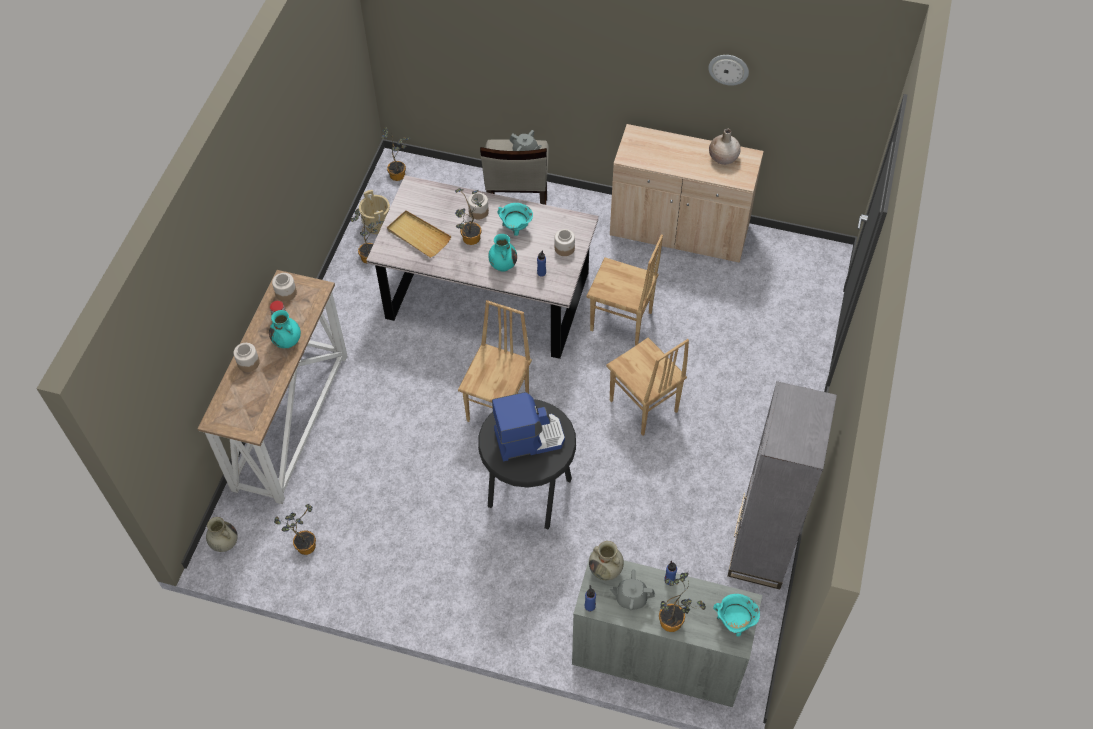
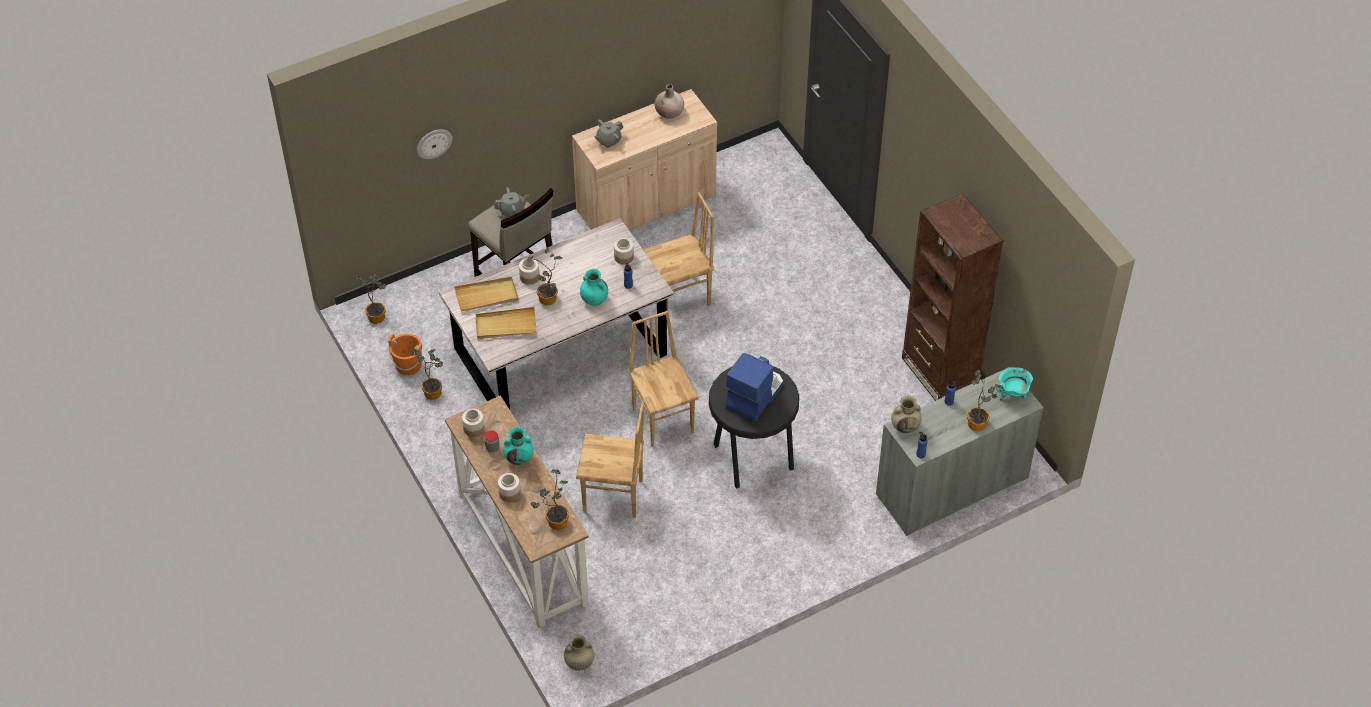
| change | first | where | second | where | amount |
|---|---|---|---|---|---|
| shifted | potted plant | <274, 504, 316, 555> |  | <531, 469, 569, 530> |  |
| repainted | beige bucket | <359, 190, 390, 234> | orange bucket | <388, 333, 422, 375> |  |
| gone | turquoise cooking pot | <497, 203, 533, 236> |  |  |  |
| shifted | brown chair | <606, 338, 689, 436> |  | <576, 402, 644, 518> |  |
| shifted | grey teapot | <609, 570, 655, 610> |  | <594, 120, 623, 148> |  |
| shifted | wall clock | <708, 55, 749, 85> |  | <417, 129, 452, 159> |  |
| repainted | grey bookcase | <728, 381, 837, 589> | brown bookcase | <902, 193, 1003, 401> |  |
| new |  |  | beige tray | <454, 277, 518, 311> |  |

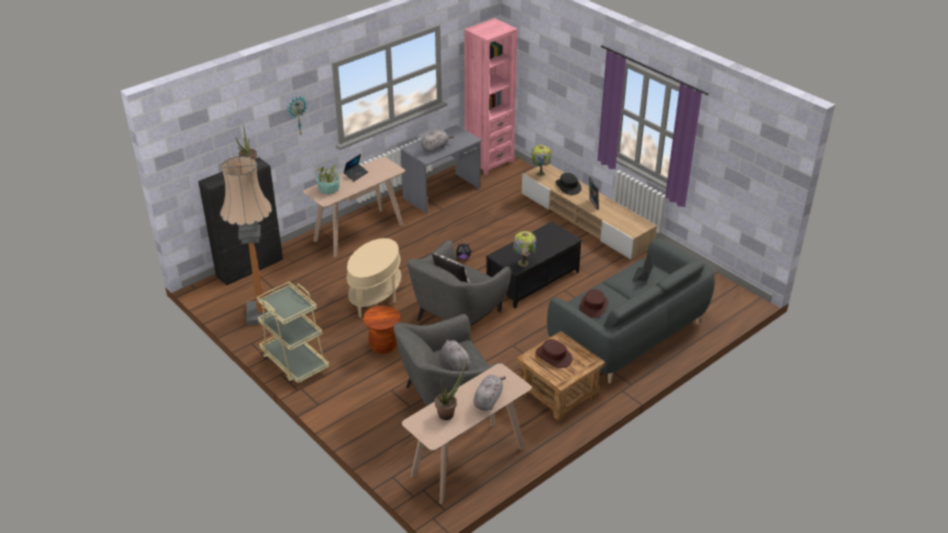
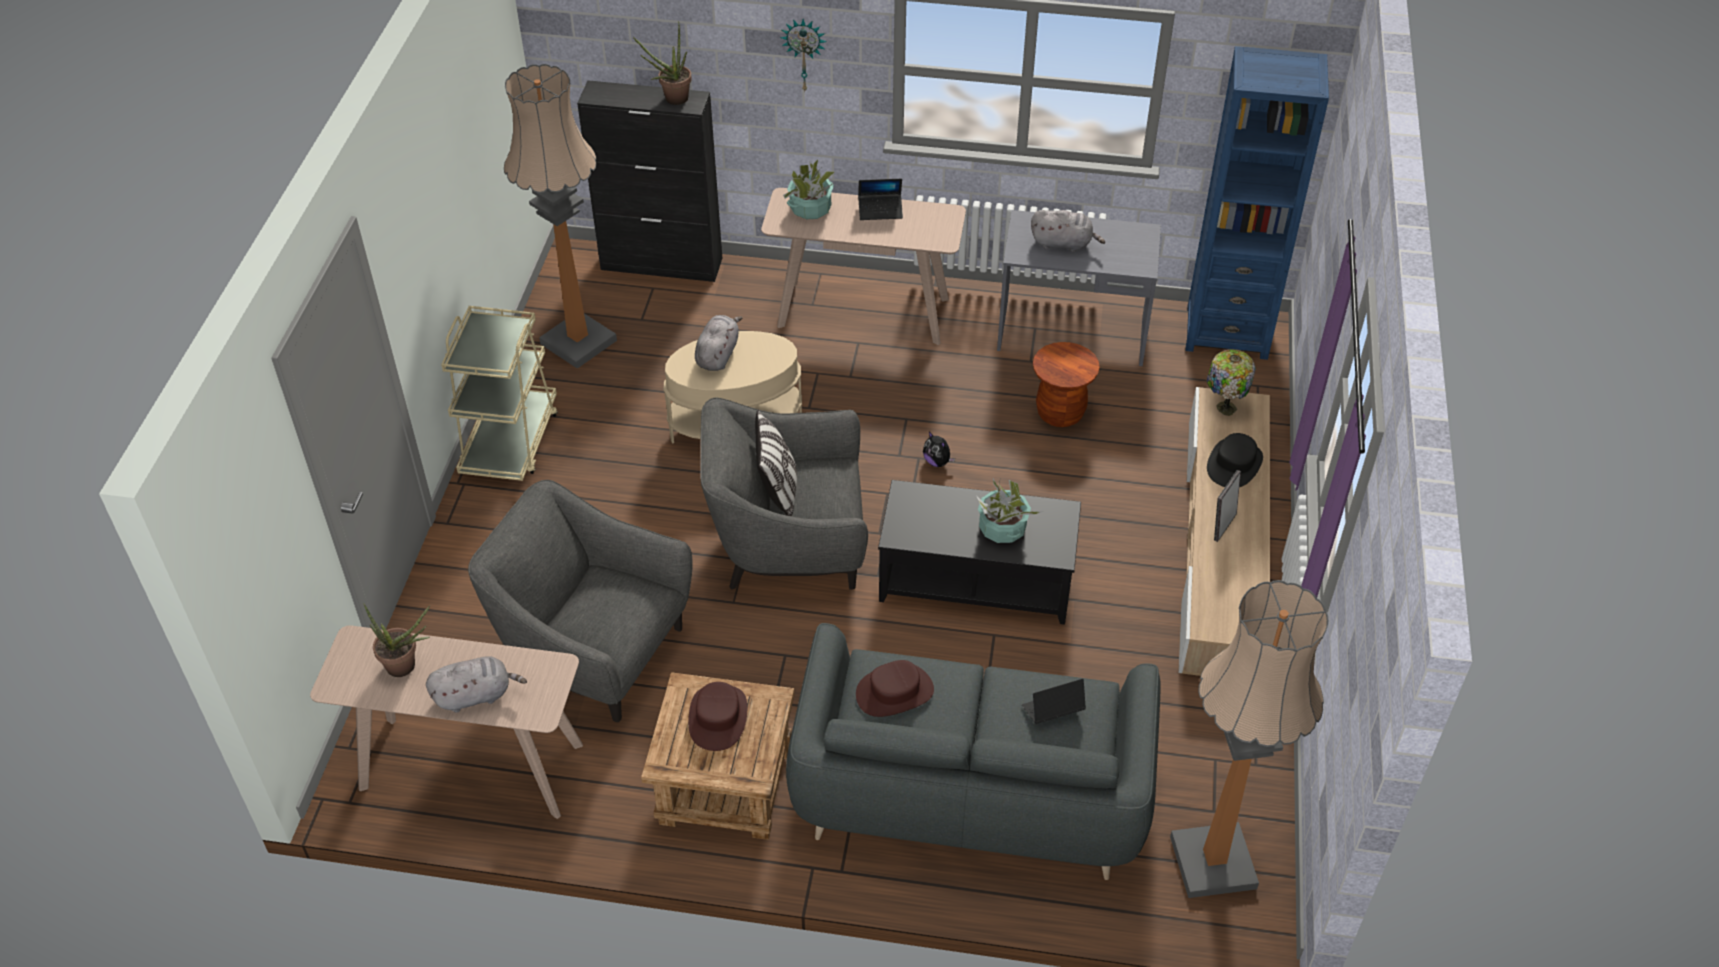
| change | first | where | second | where | amount |
|---|---|---|---|---|---|
| shifted | brown stool | <363, 305, 400, 354> |  | <1033, 342, 1100, 427> |  |
| shifted | grey plush toy | <441, 340, 473, 371> |  | <695, 315, 742, 371> |  |
| repainted | pink bookcase | <464, 18, 518, 175> | blue bookcase | <1185, 46, 1329, 360> |  |
| gone | table lamp | <513, 231, 536, 266> |  |  |  |
| new |  |  | potted plant | <977, 479, 1044, 543> |  |
| new |  |  | floor lamp | <1170, 580, 1328, 898> |  |

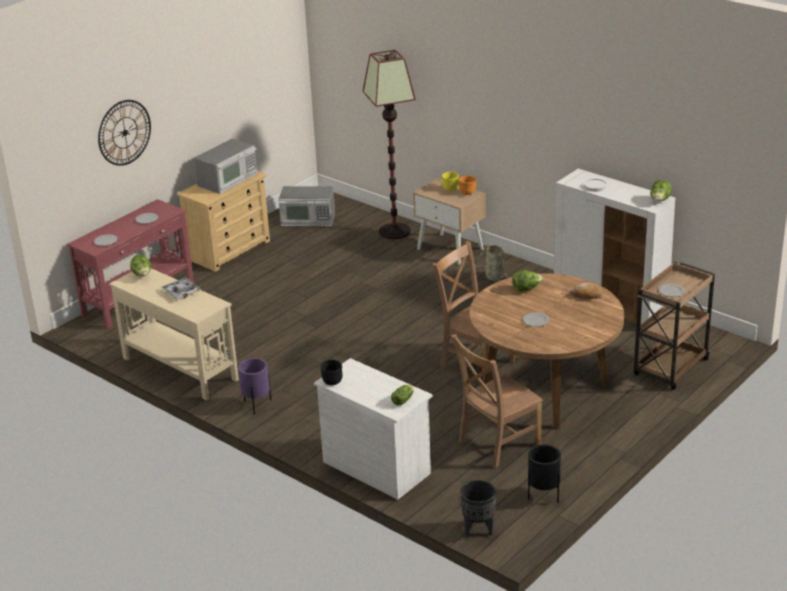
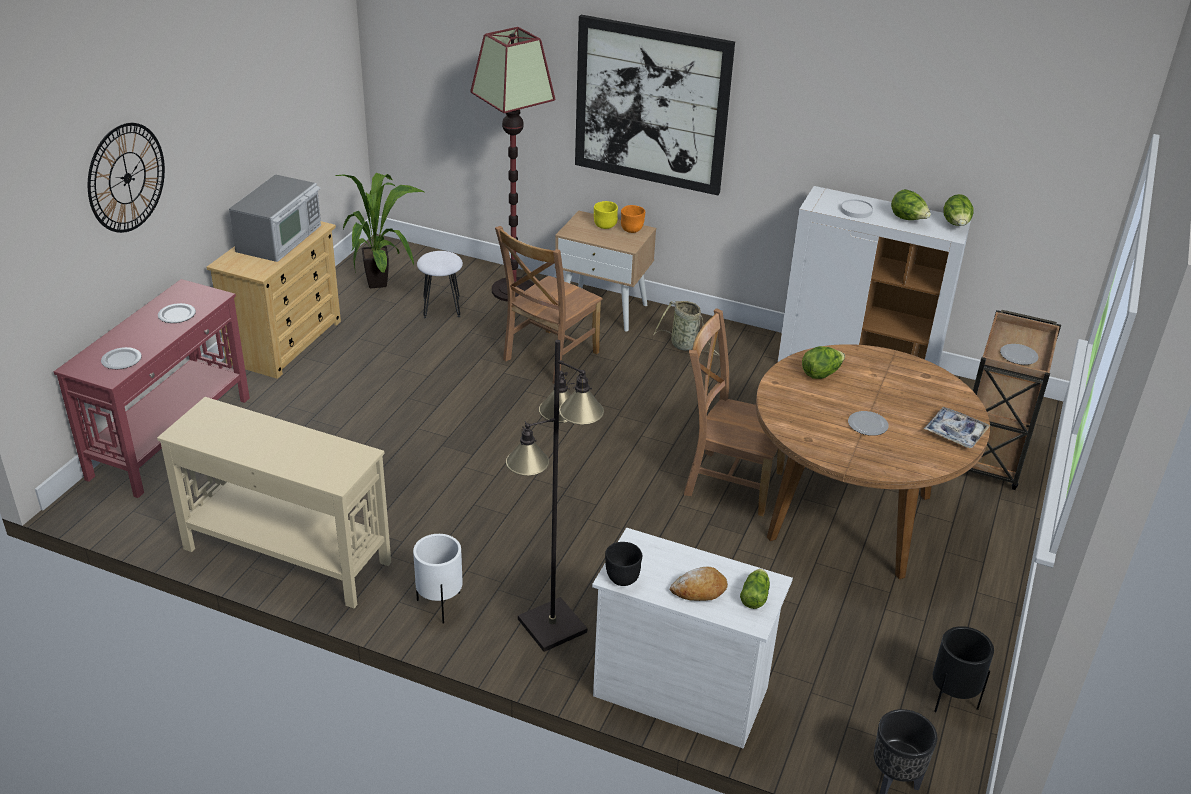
| change | first | where | second | where | amount |
|---|---|---|---|---|---|
| shifted | lettuce | <130, 254, 151, 277> |  | <891, 189, 931, 220> |  |
| shifted | tray | <161, 278, 202, 299> |  | <924, 407, 991, 448> |  |
| repainted | purple planter | <238, 358, 271, 415> | white planter | <413, 534, 463, 624> |  |
| swapped | microwave | <279, 186, 335, 226> | potted plant | <335, 173, 424, 288> |  |
| shifted | brown chair | <451, 334, 543, 468> |  | <495, 226, 603, 384> |  |
| shifted | bread | <570, 283, 603, 299> |  | <670, 566, 728, 601> |  |
| new |  |  | white stool | <417, 251, 463, 318> |  |
| new |  |  | black floor lamp | <506, 340, 604, 652> |  |
| new |  |  | picture | <575, 15, 735, 195> |  |

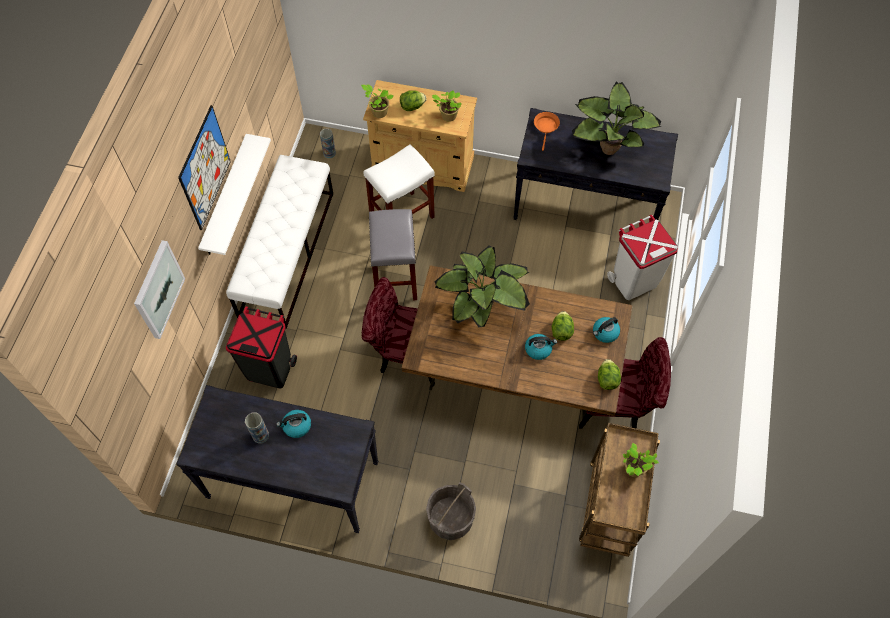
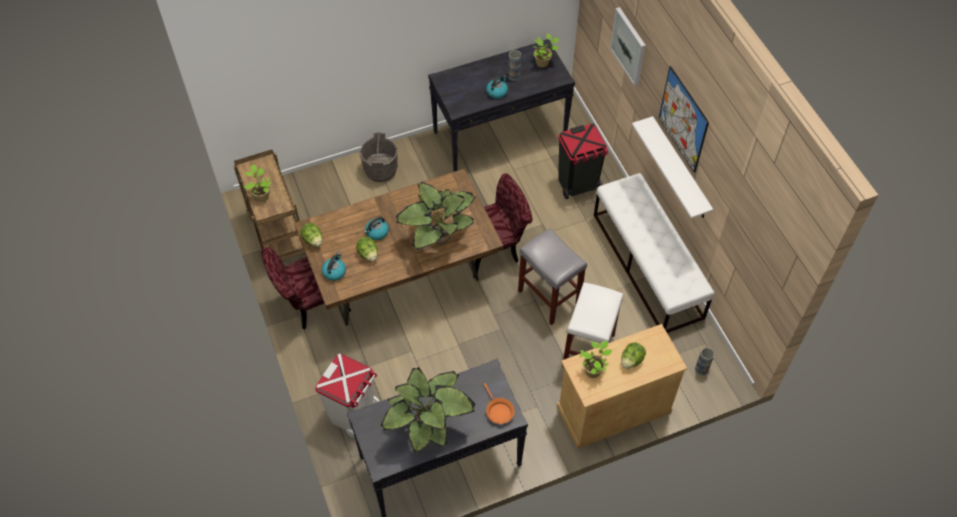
| change | first | where | second | where | amount |
|---|---|---|---|---|---|
| shifted | potted plant | <361, 84, 393, 118> |  | <533, 33, 559, 67> |  |

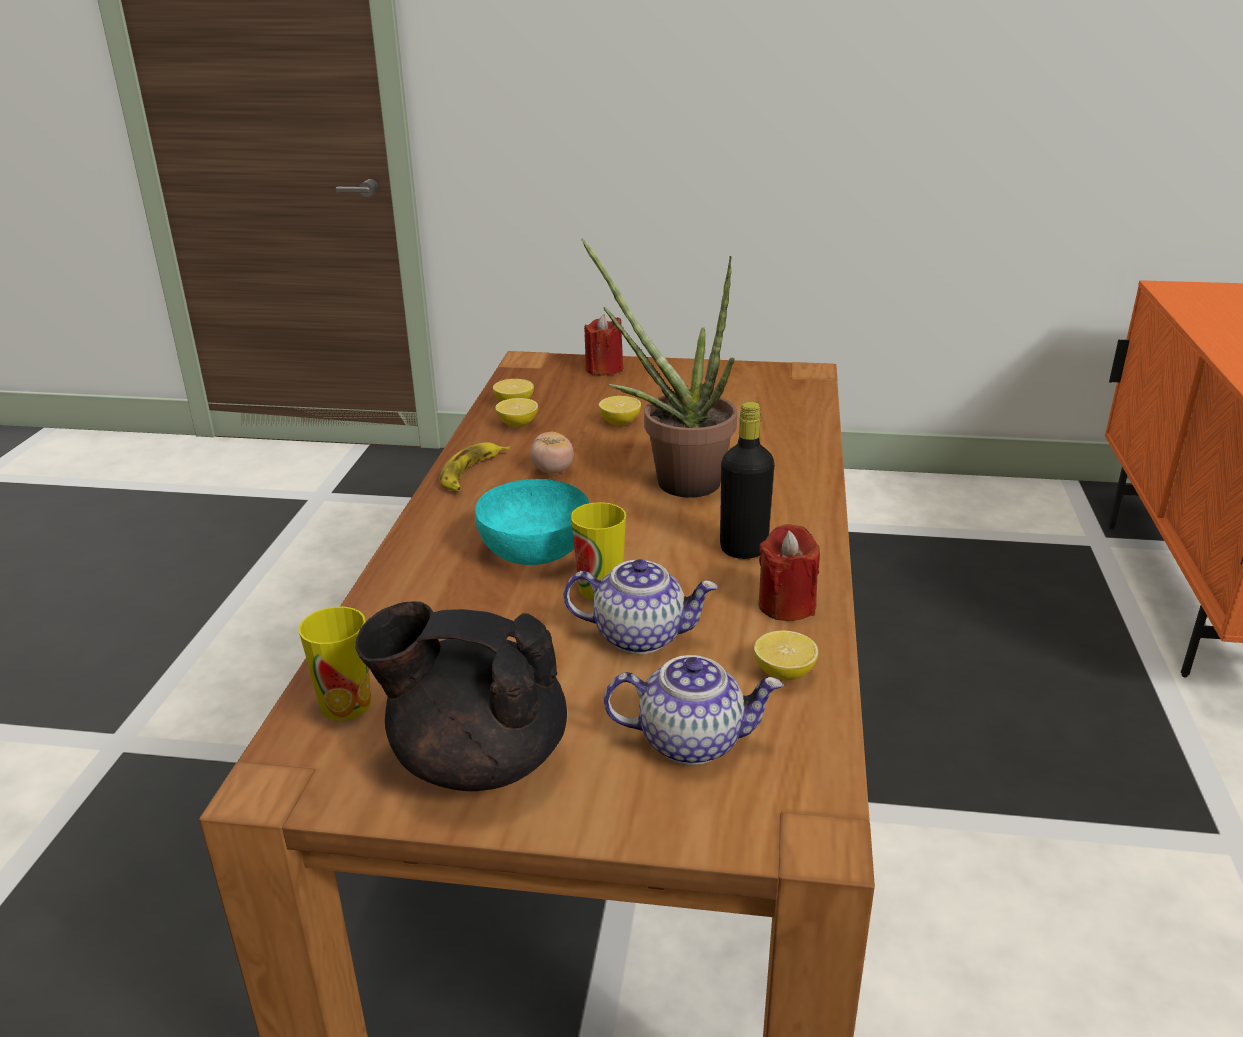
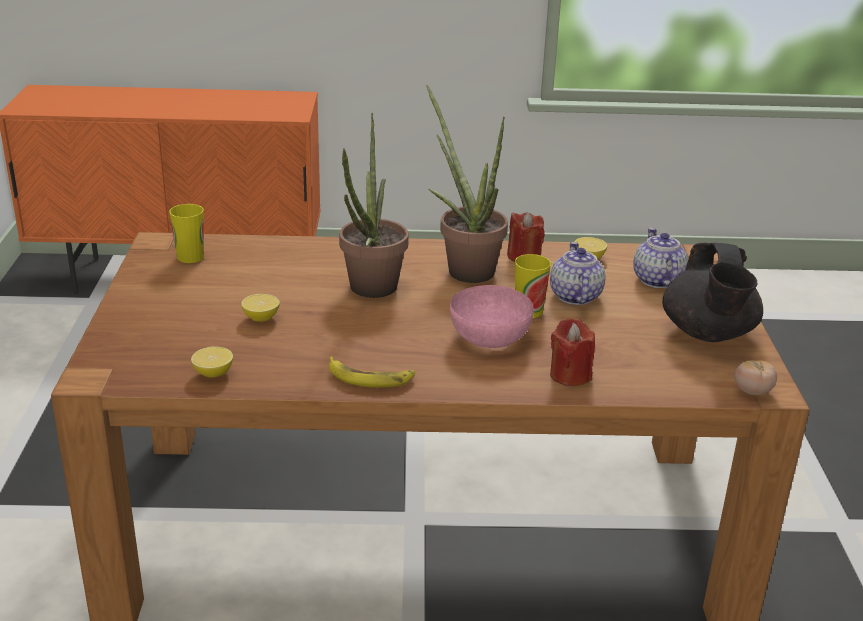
| change | first | where | second | where | amount |
|---|---|---|---|---|---|
| shifted | cup | <299, 607, 371, 721> |  | <169, 204, 204, 263> |  |
| repainted | turquoise bowl | <475, 479, 589, 565> | pink bowl | <450, 285, 534, 348> |  |
| gone | lemon | <495, 398, 538, 427> |  |  |  |
| shifted | tomato | <530, 432, 574, 474> |  | <735, 360, 777, 395> |  |
| shifted | red candle | <584, 315, 623, 375> |  | <550, 318, 595, 386> |  |
| swapped | black bottle | <720, 402, 775, 559> | potted plant | <426, 85, 508, 283> |  |

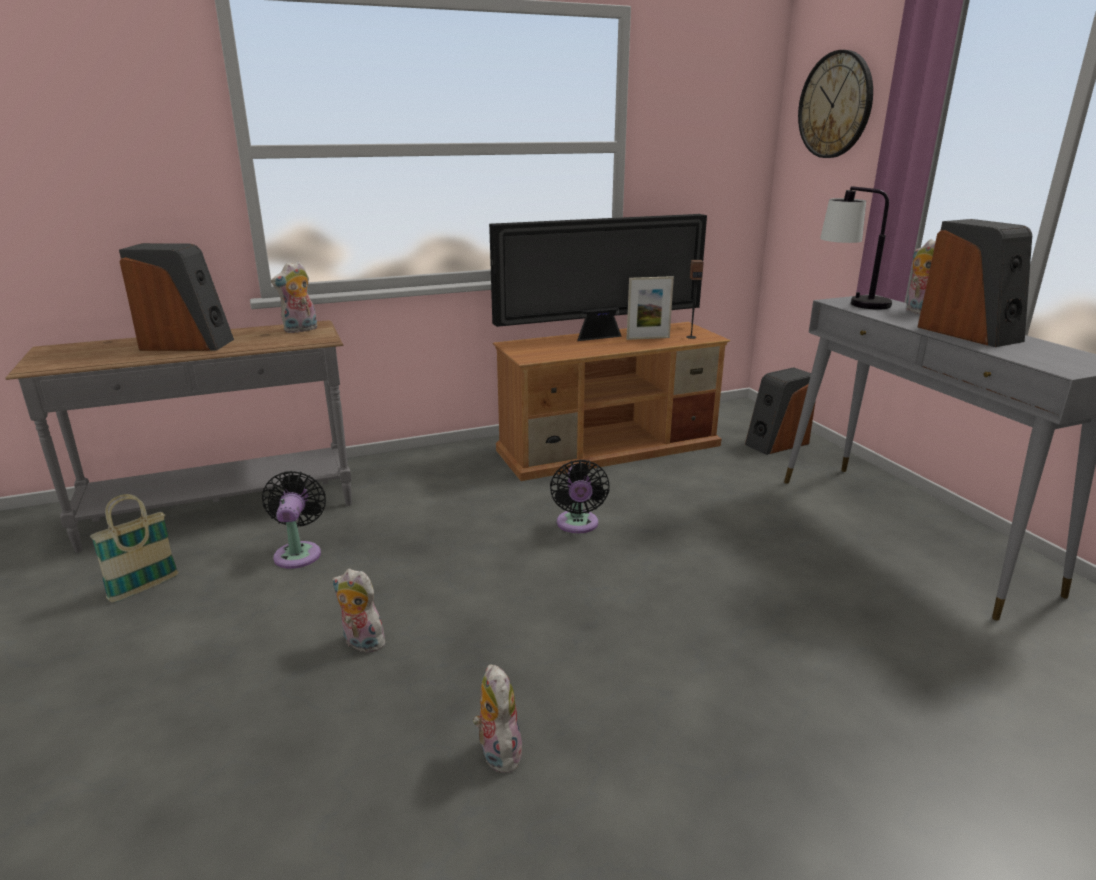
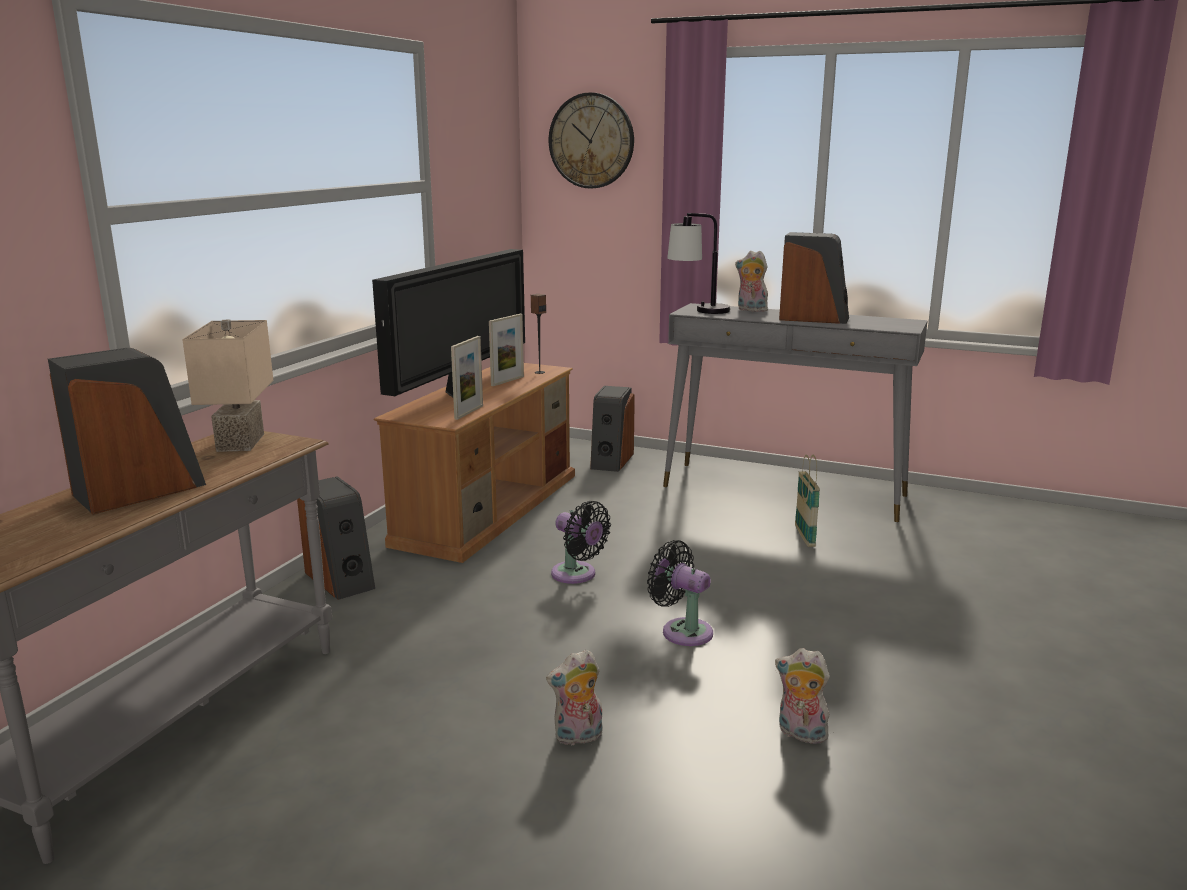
| change | first | where | second | where | amount |
|---|---|---|---|---|---|
| shifted | basket | <90, 494, 179, 602> |  | <795, 455, 820, 547> |  |
| shifted | black fan | <262, 471, 326, 569> |  | <647, 540, 713, 646> |  |
| swapped | plush toy | <271, 261, 317, 333> | beige table lamp | <182, 320, 273, 452> |  |
| new |  |  | speaker | <297, 476, 375, 600> |  |
| new |  |  | picture frame | <451, 336, 483, 420> |  |

